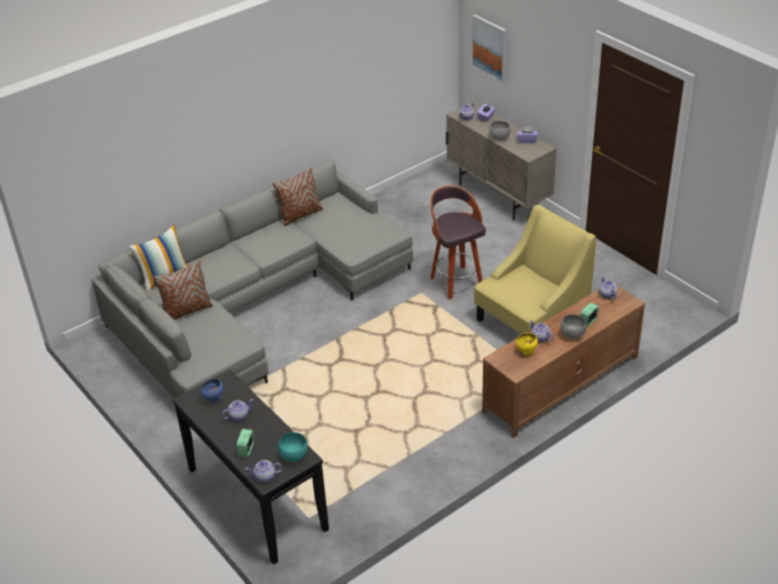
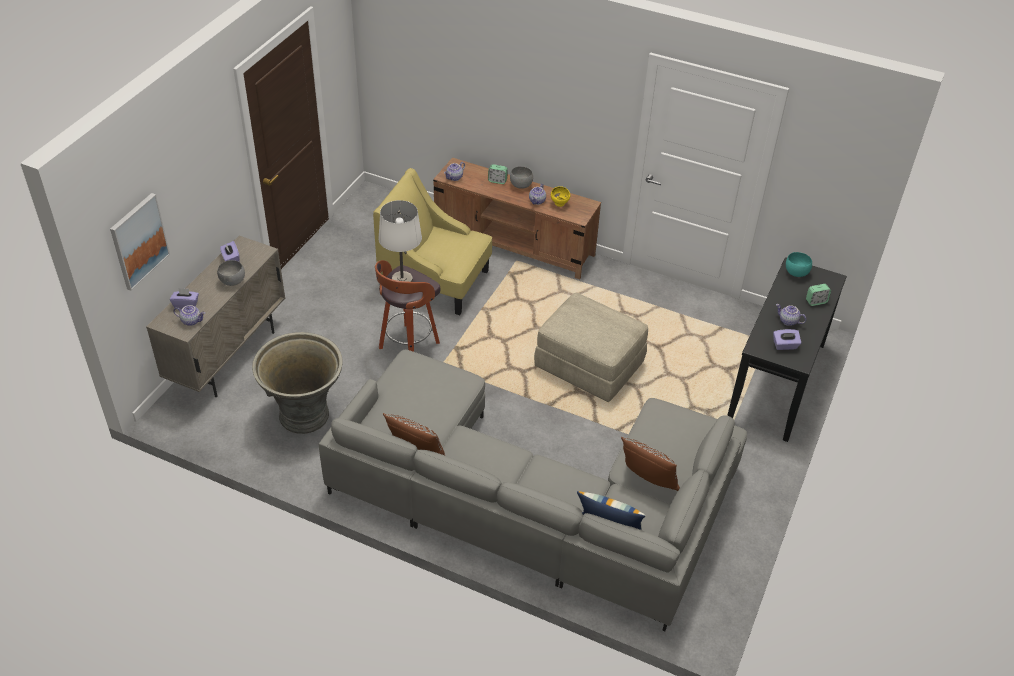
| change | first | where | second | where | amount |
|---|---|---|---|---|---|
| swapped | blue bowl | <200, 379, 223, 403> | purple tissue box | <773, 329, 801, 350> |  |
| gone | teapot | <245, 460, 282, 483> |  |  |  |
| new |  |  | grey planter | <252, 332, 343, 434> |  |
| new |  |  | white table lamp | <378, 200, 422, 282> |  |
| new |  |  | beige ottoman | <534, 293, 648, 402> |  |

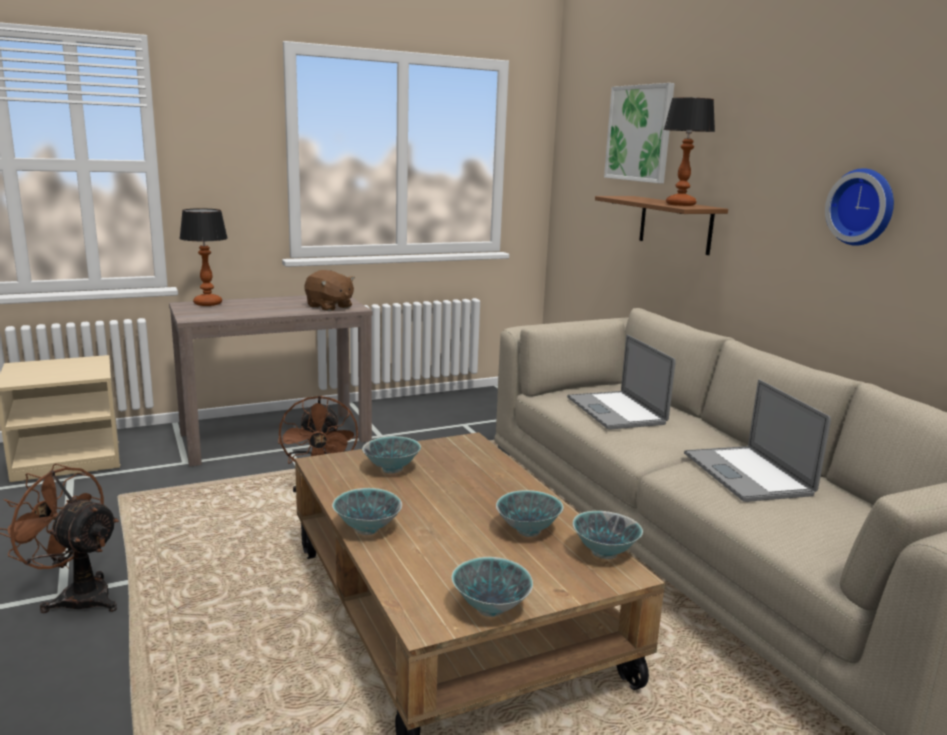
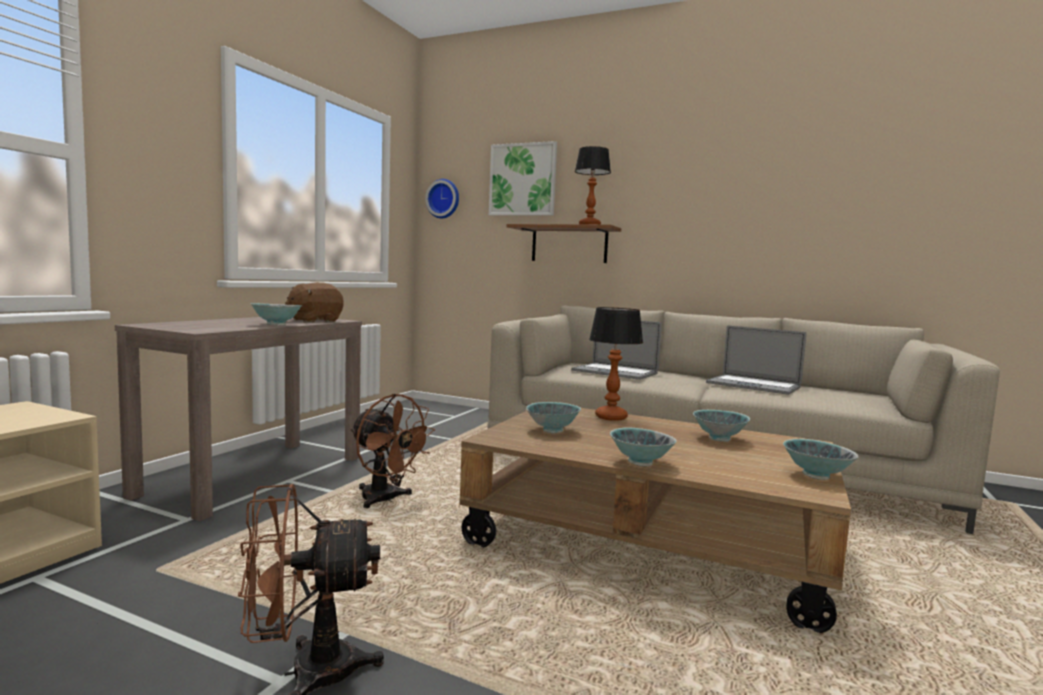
| change | first | where | second | where | amount |
|---|---|---|---|---|---|
| shifted | table lamp | <179, 208, 228, 306> |  | <589, 307, 643, 421> |  |
| rotated | brown plush toy | <304, 270, 355, 311> |  | <285, 282, 344, 322> | 135 degrees clockwise |
| shifted | bowl | <573, 511, 643, 559> |  | <251, 303, 302, 325> |  |
| shifted | wall clock | <825, 168, 894, 246> |  | <425, 179, 459, 218> |  |

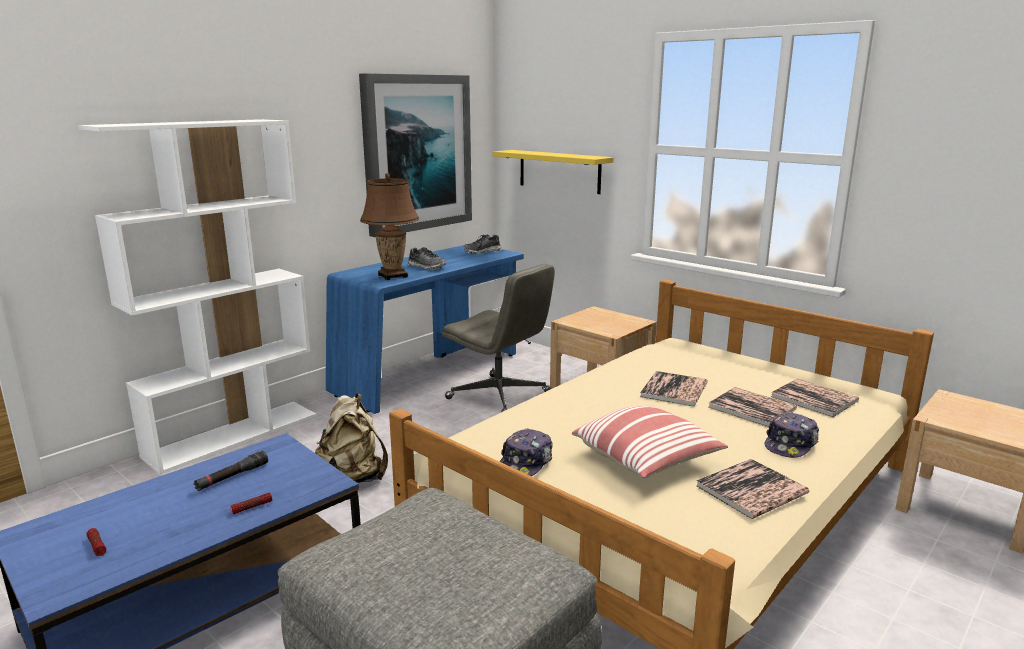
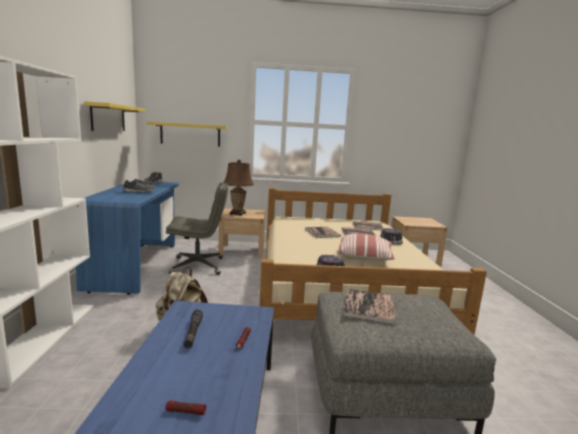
| change | first | where | second | where | amount |
|---|---|---|---|---|---|
| swapped | picture | <359, 73, 472, 237> | yellow shelf | <84, 101, 145, 131> |  |
| shifted | brown table lamp | <360, 173, 419, 280> |  | <223, 160, 254, 216> |  |
| shifted | book | <696, 459, 809, 519> |  | <343, 289, 396, 325> |  |

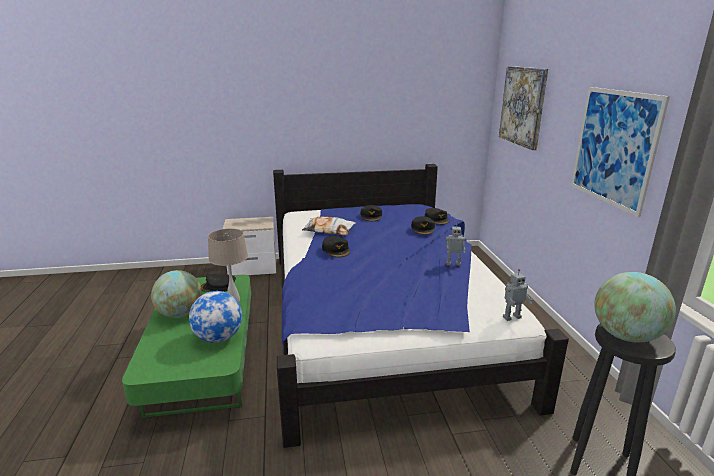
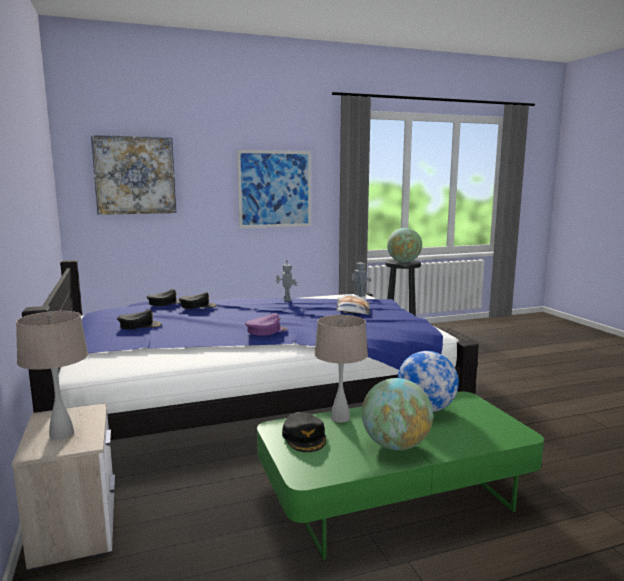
| change | first | where | second | where | amount |
|---|---|---|---|---|---|
| shifted | pillow | <302, 217, 356, 235> |  | <336, 295, 370, 315> |  |
| repainted | black cap | <322, 236, 350, 258> | purple cap | <245, 313, 288, 336> |  |
| new |  |  | beige table lamp | <16, 311, 88, 440> |  |

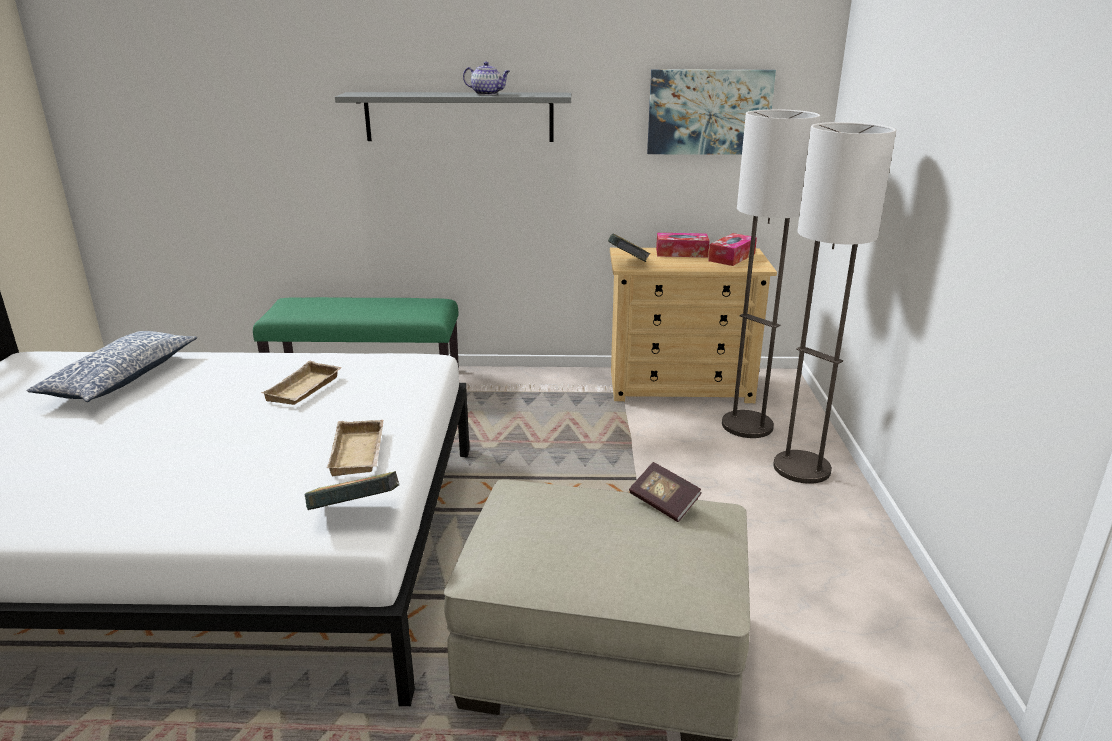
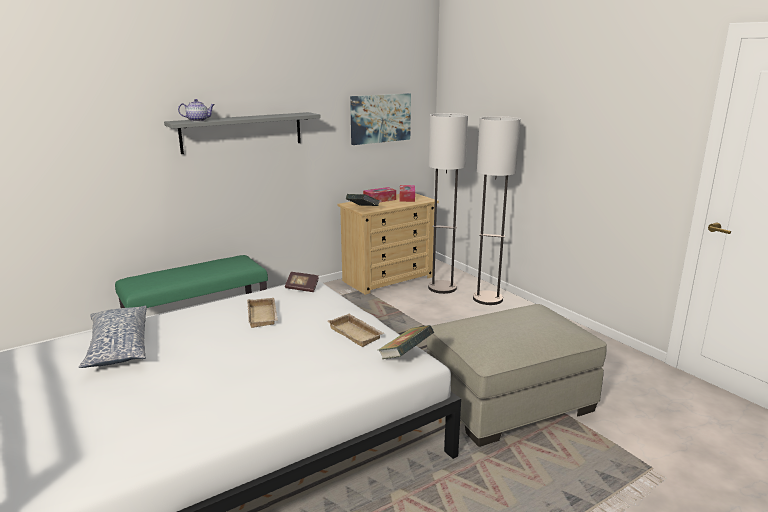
| change | first | where | second | where | amount |
|---|---|---|---|---|---|
| shifted | teapot | <463, 62, 510, 95> |  | <178, 99, 215, 121> |  |
| shifted | book | <629, 462, 702, 522> |  | <285, 272, 319, 292> |  |

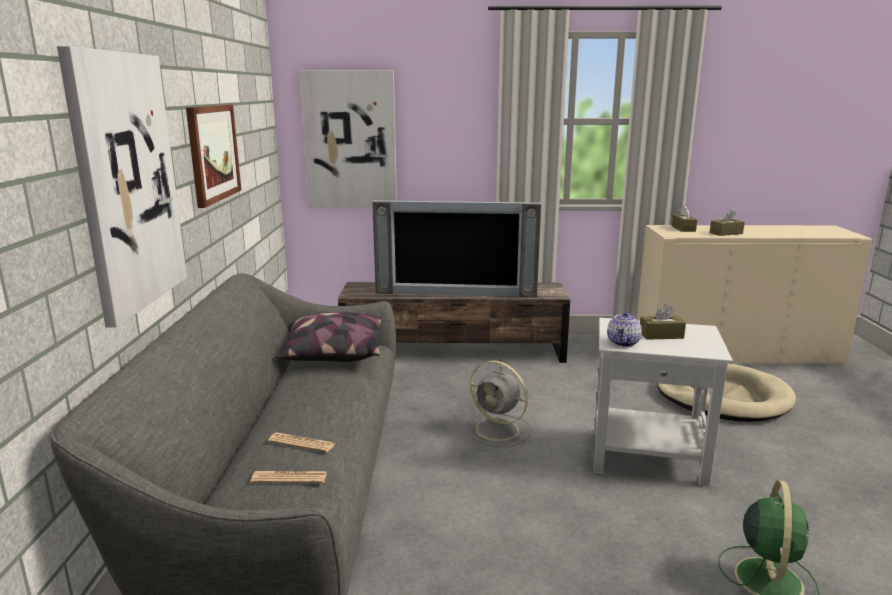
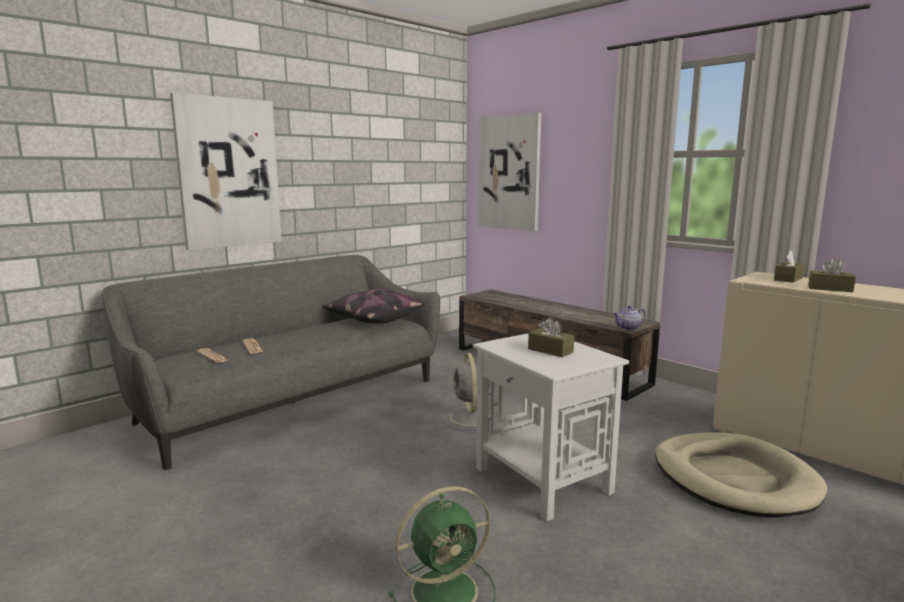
| change | first | where | second | where | amount |
|---|---|---|---|---|---|
| gone | picture | <186, 105, 241, 208> |  |  |  |
| gone | television | <372, 200, 541, 298> |  |  |  |
| shifted | teapot | <607, 312, 642, 347> |  | <613, 306, 646, 330> |  |

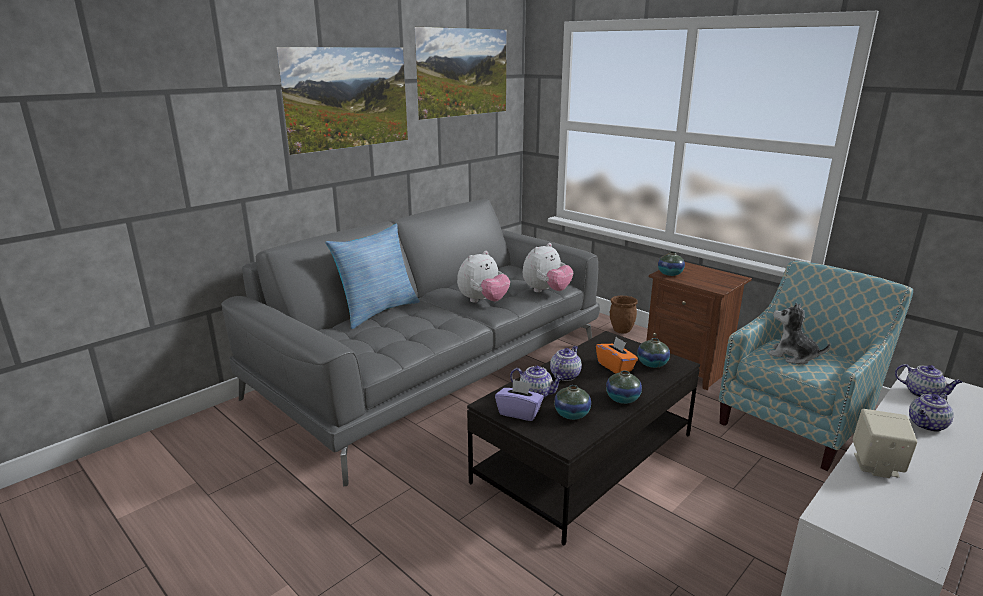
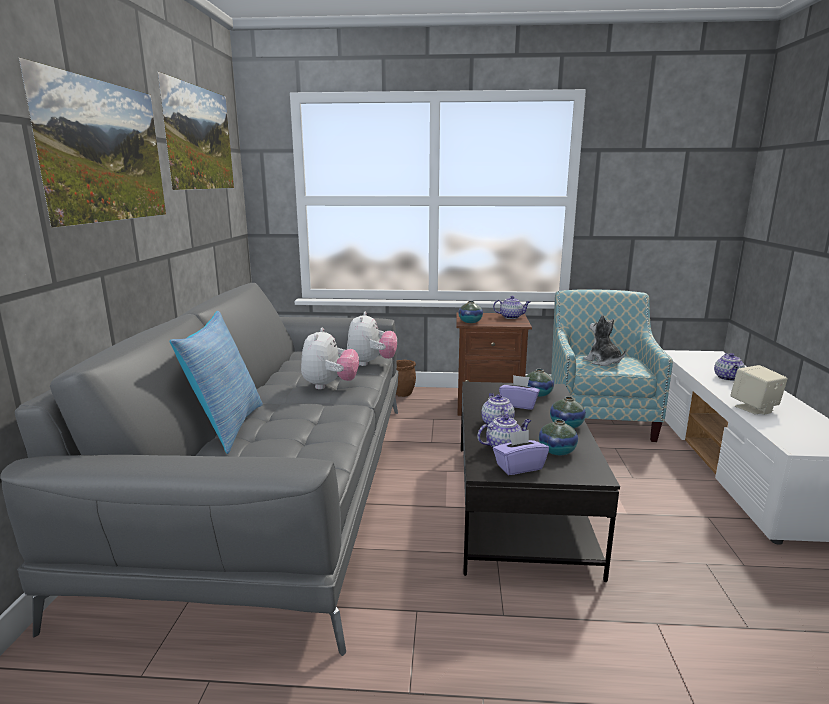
| change | first | where | second | where | amount |
|---|---|---|---|---|---|
| repainted | orange tissue box | <596, 337, 638, 373> | purple tissue box | <499, 375, 540, 410> |  |
| rotated | plush toy | <768, 303, 830, 364> |  | <583, 315, 626, 366> | 60 degrees clockwise |
| shifted | teapot | <895, 364, 963, 397> |  | <493, 296, 530, 319> |  |

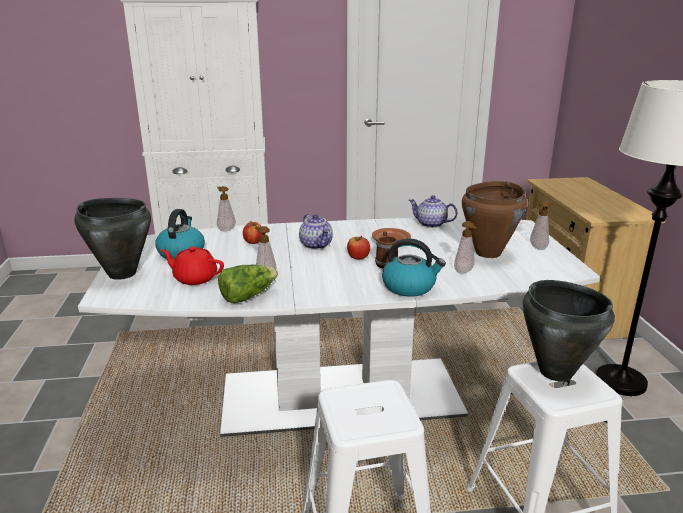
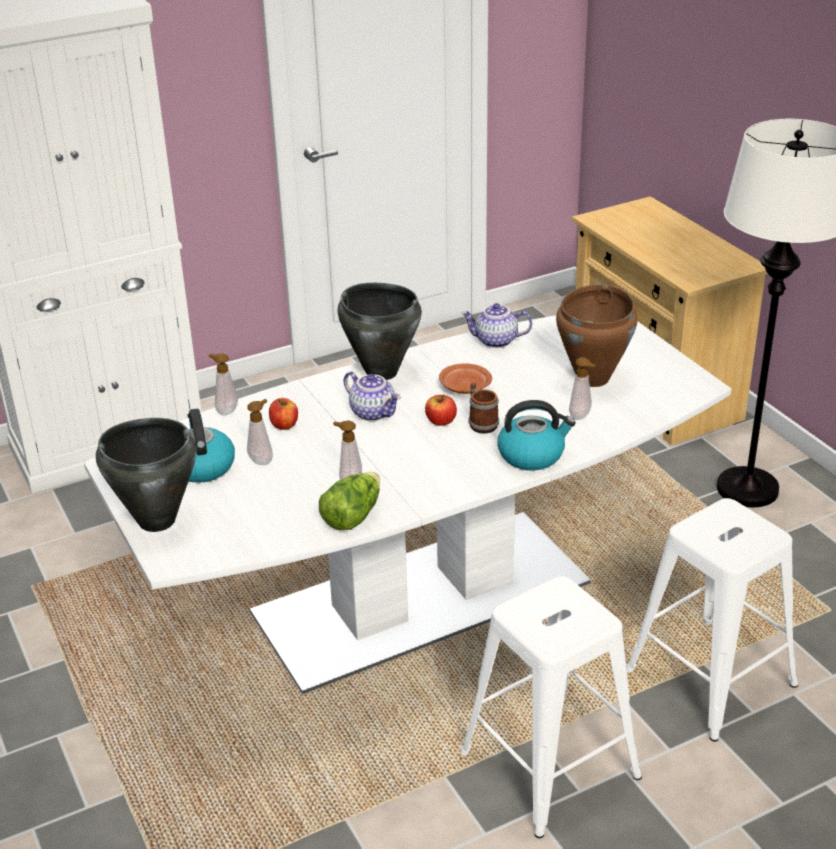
| change | first | where | second | where | amount |
|---|---|---|---|---|---|
| gone | red teapot | <161, 246, 224, 285> |  |  |  |
| shifted | black cooking pot | <523, 280, 615, 382> |  | <338, 283, 422, 380> |  |
| shifted | soap dispenser | <530, 201, 553, 250> |  | <247, 399, 273, 465> |  |

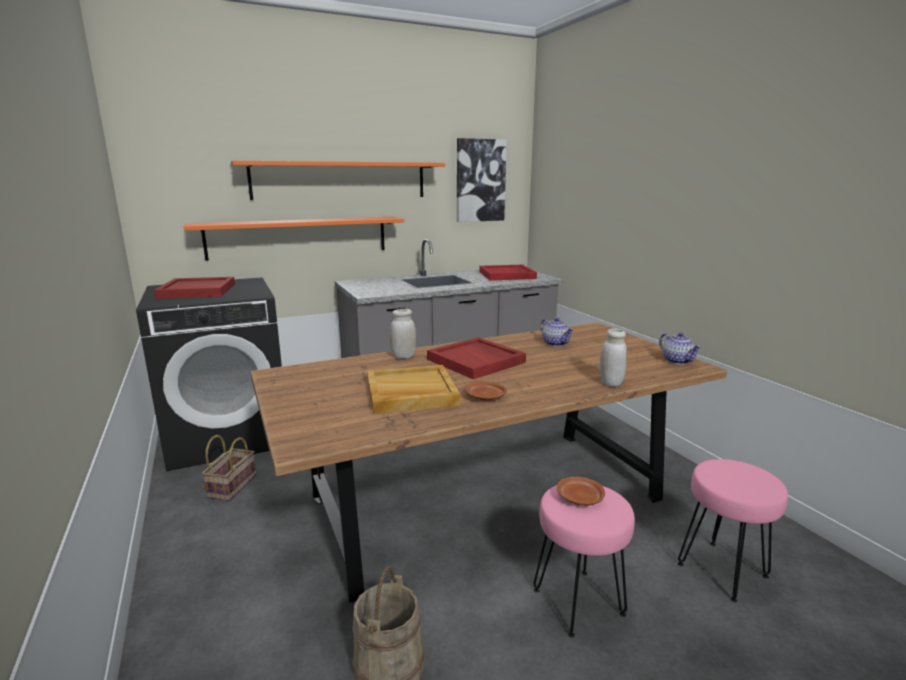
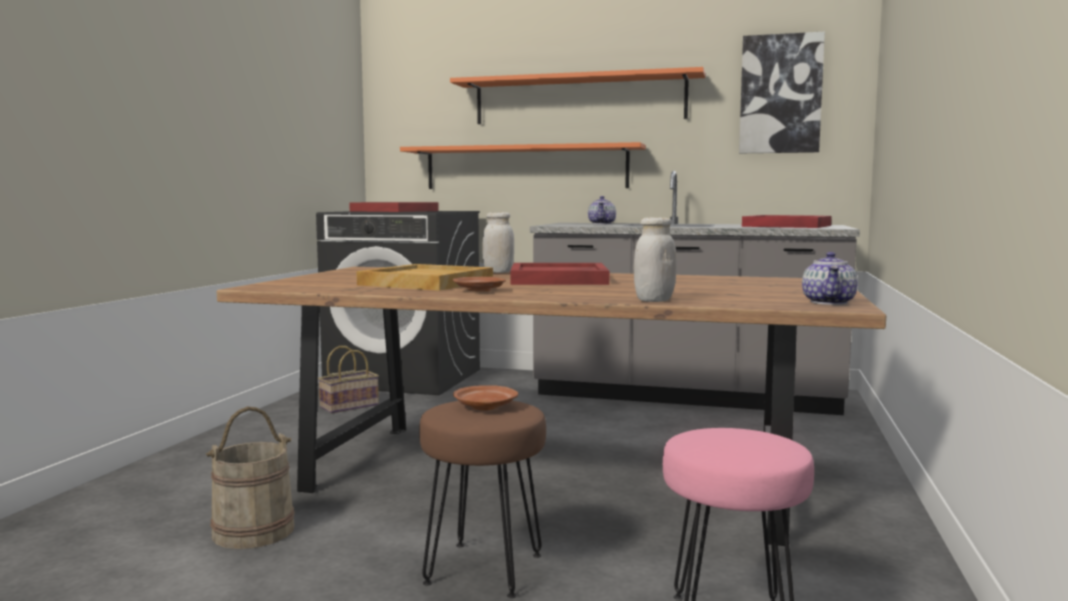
| change | first | where | second | where | amount |
|---|---|---|---|---|---|
| repainted | pink stool | <533, 485, 635, 638> | brown stool | <419, 401, 546, 598> |  |
| shifted | teapot | <540, 318, 574, 347> |  | <588, 196, 616, 224> |  |

